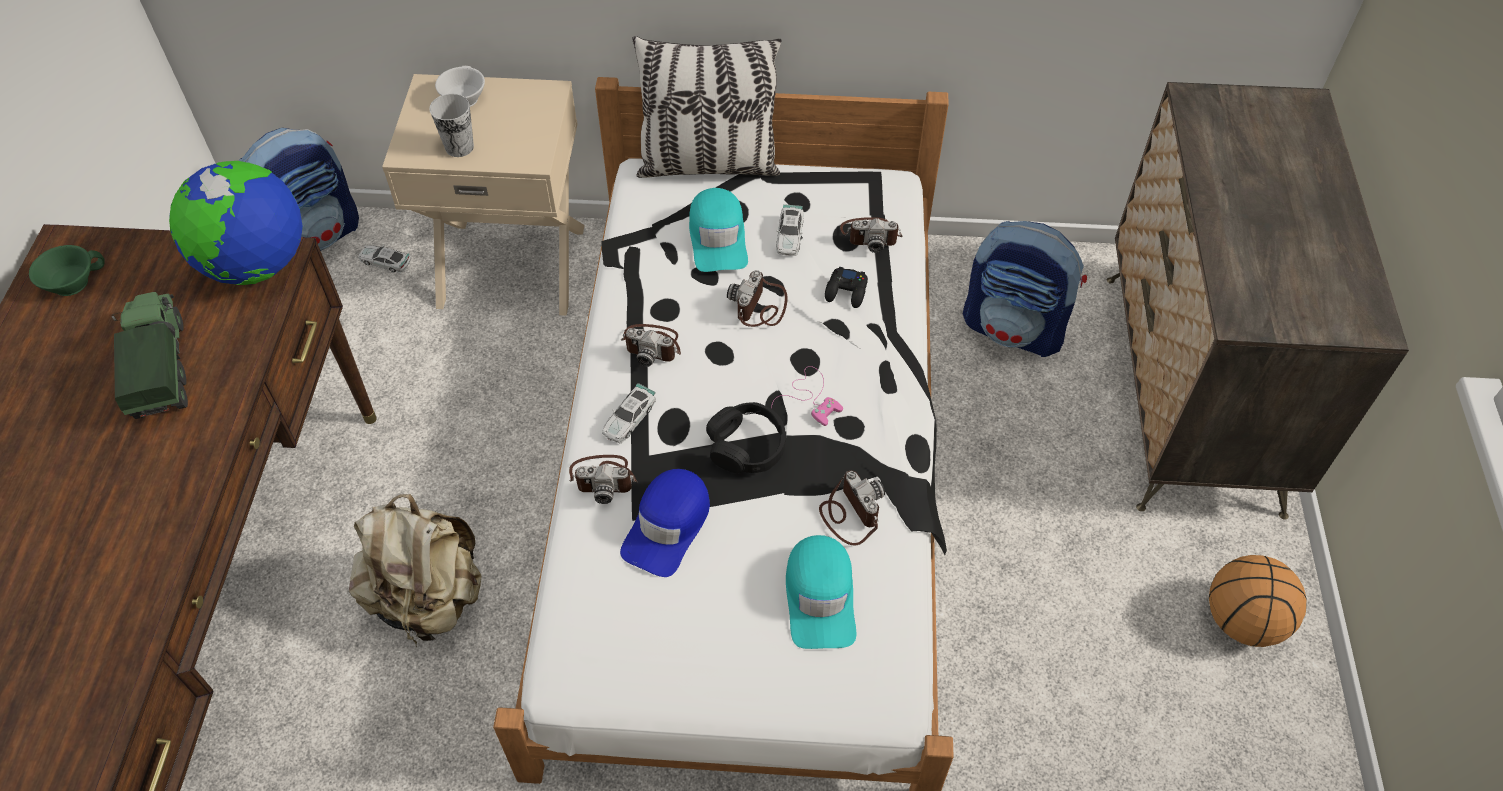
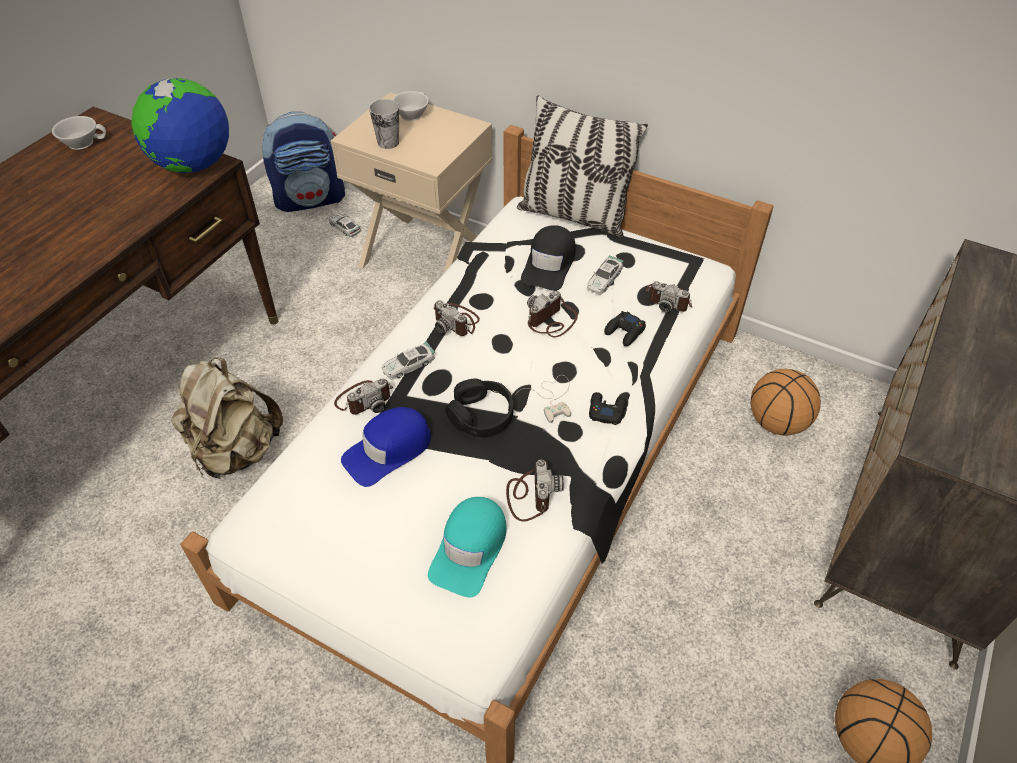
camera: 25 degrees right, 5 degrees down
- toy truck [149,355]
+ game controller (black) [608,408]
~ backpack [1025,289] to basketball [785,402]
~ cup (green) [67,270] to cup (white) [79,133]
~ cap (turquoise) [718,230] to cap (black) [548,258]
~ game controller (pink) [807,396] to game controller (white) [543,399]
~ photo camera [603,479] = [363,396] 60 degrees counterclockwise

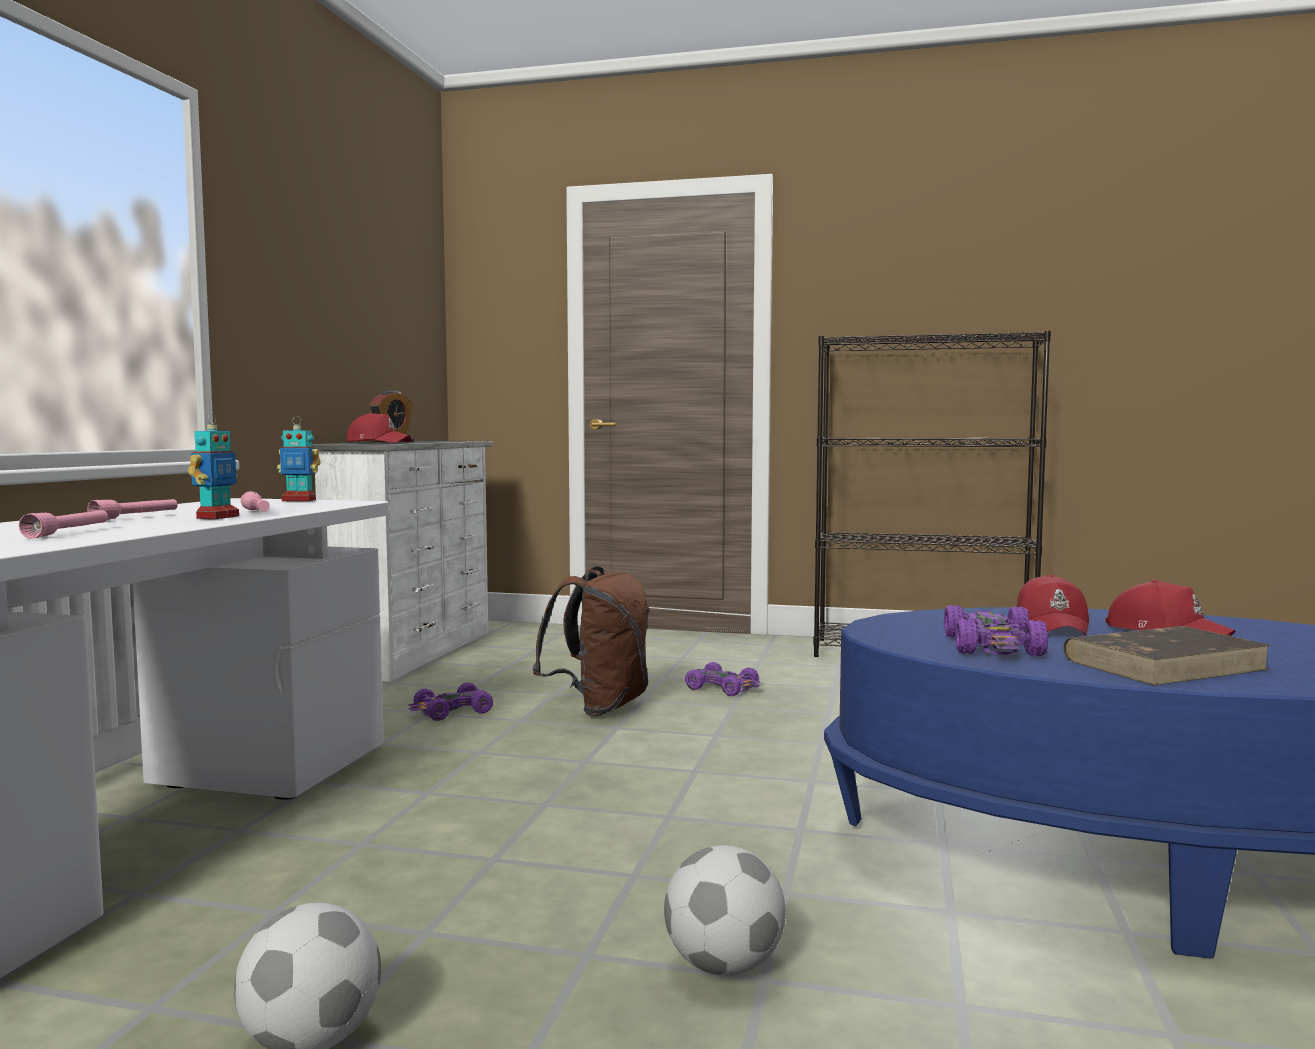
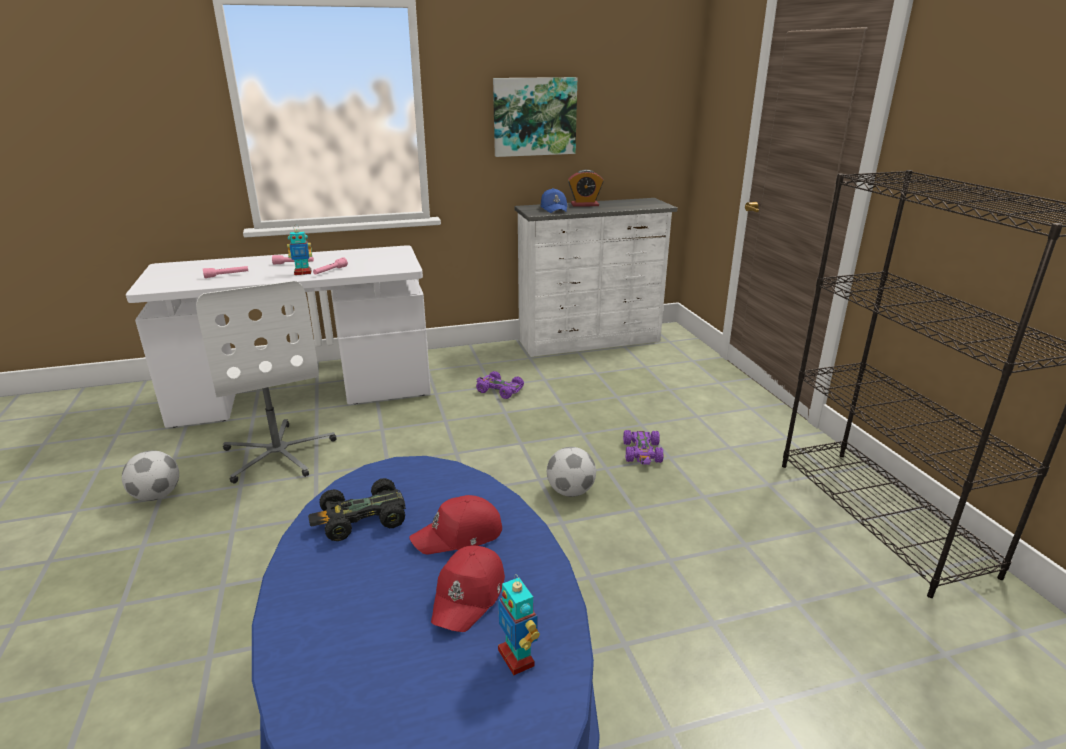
camera: 60 degrees right, 20 degrees up
- backpack (brown) [590,641]
- book (brown) [1167,656]
+ office chair (white) [266,382]
+ picture [535,117]
~ toy robot [299,458] to [519,625]
~ football [725,910] to [571,472]
~ cap (red) [378,428] to cap (blue) [554,200]
~ toy car (purple) [996,630] to toy car (black) [357,509]

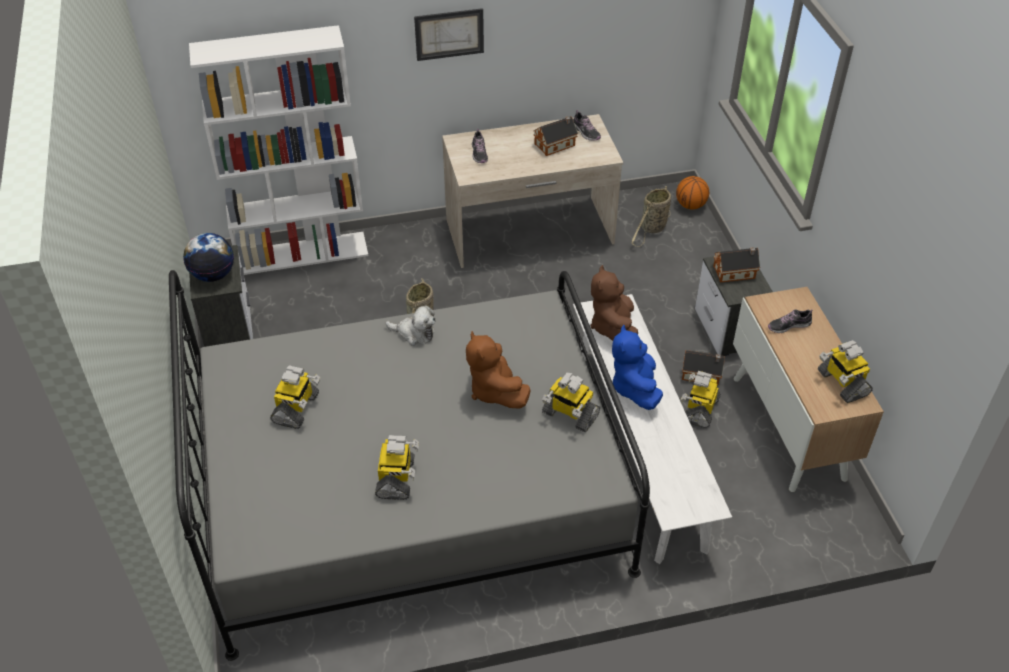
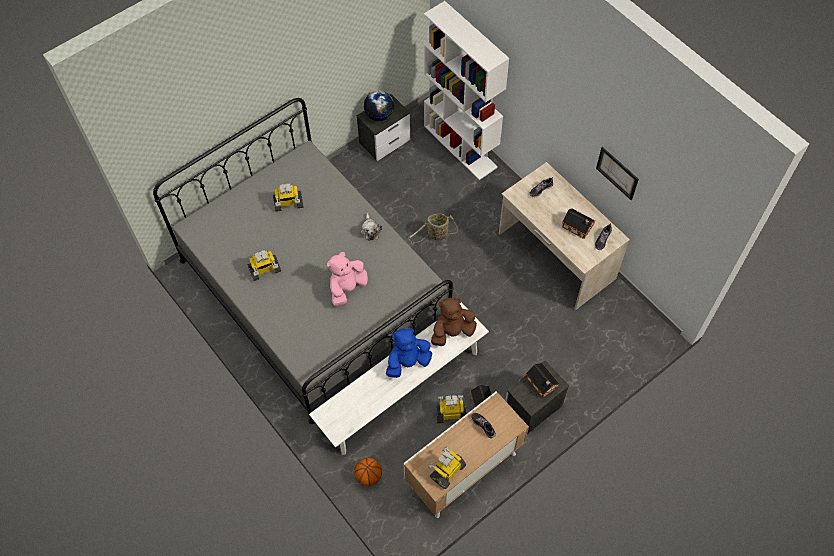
camera: 65 degrees right, 15 degrees up
- toy robot [571,402]
- basket [651,216]
~ picture [449,34] to [617,173]
~ basketball [692,193] to [368,472]
~ plush toy (brown) [498,370] to plush toy (pink) [347,279]

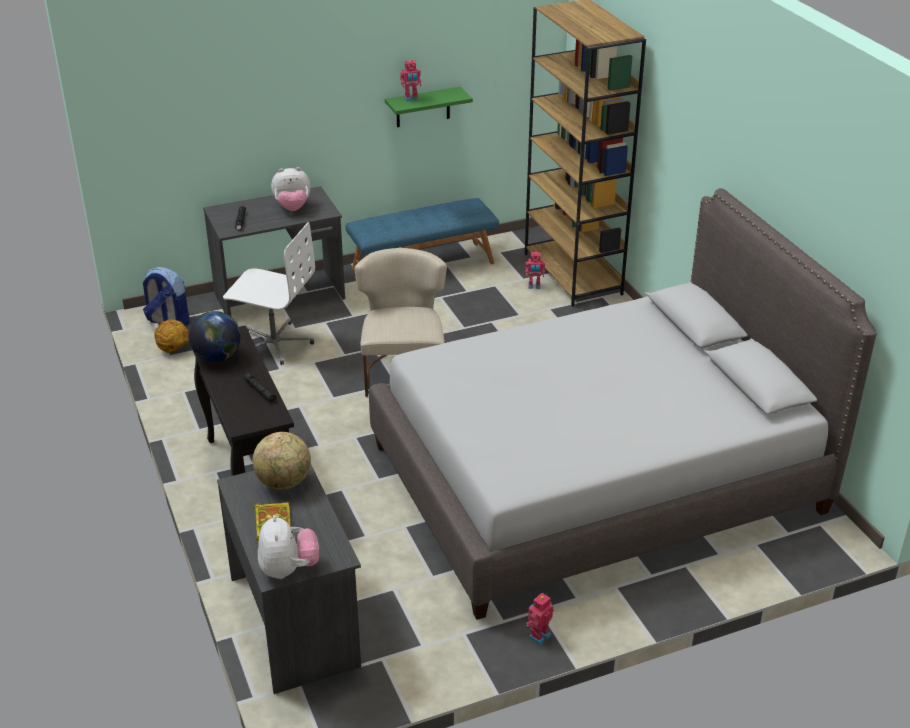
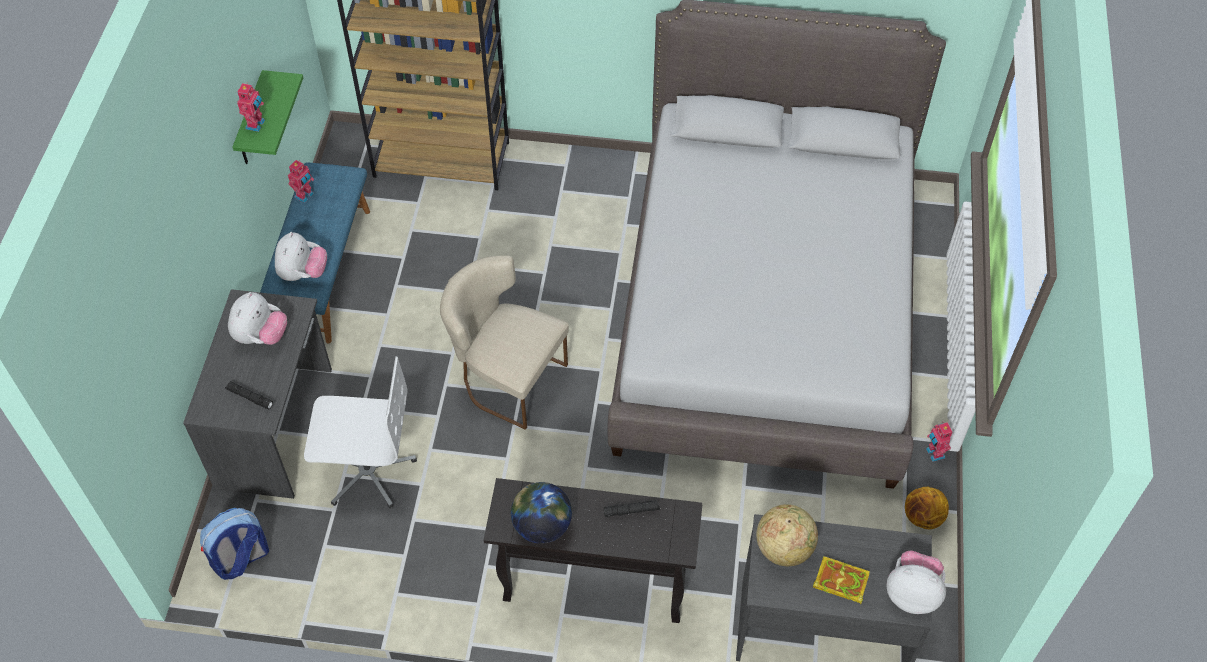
camera: 60 degrees left, 20 degrees up
+ plush toy [301,256]
~ basketball [171,336] to [927,508]
~ toy robot [535,270] to [301,181]
~ office chair (white) [269,293] = [360,432] 45 degrees clockwise

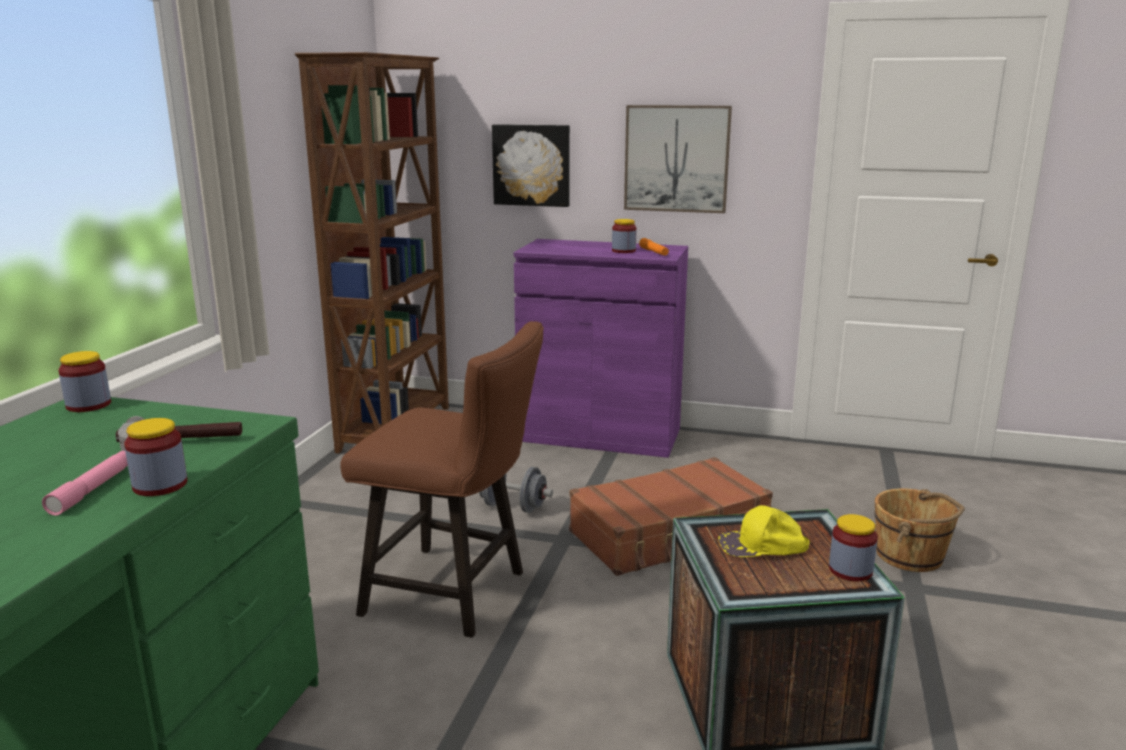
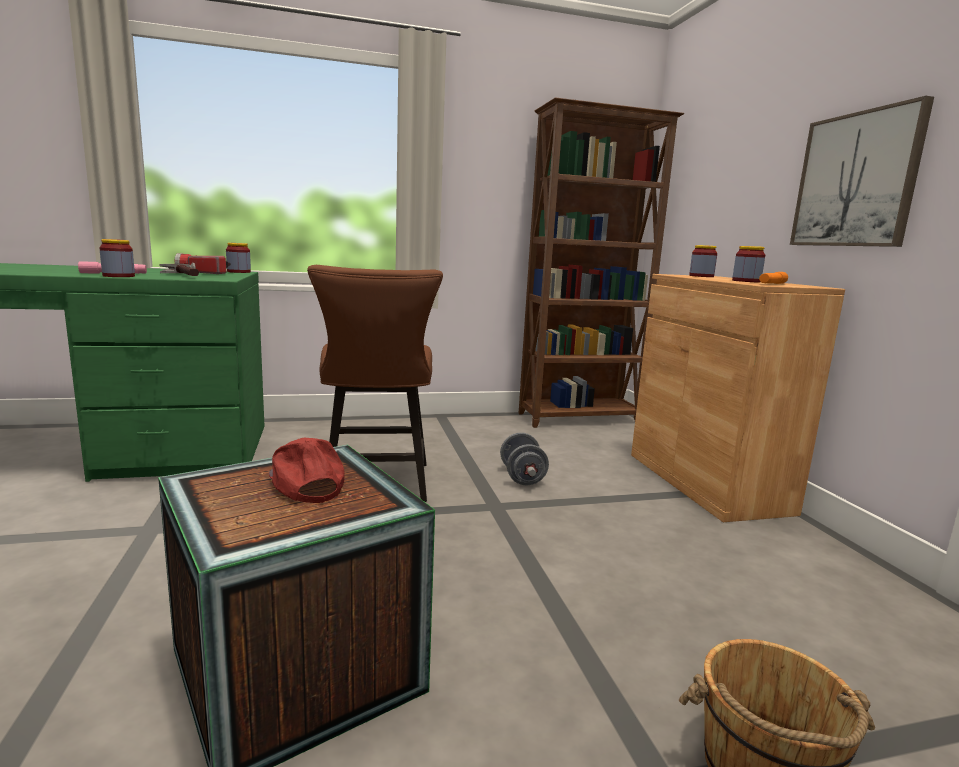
camera: 60 degrees right, 5 degrees down
- picture [531,165]
- suitcase (brown) [671,516]
+ flashlight [203,263]
~ jar [853,547] to [703,261]
~ cabinet (purple) [601,348] to cabinet (brown) [738,398]
~ cap (yellow) [764,531] to cap (red) [307,470]

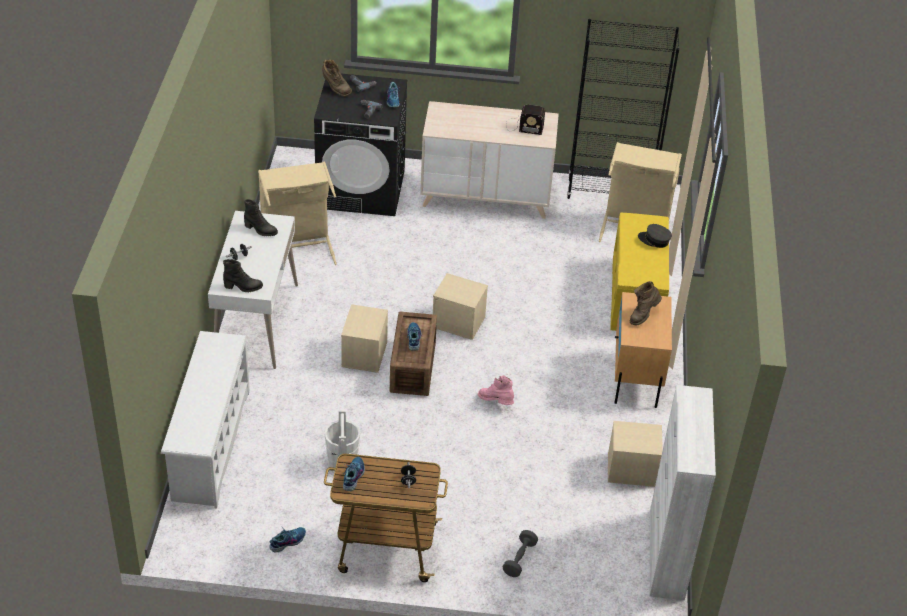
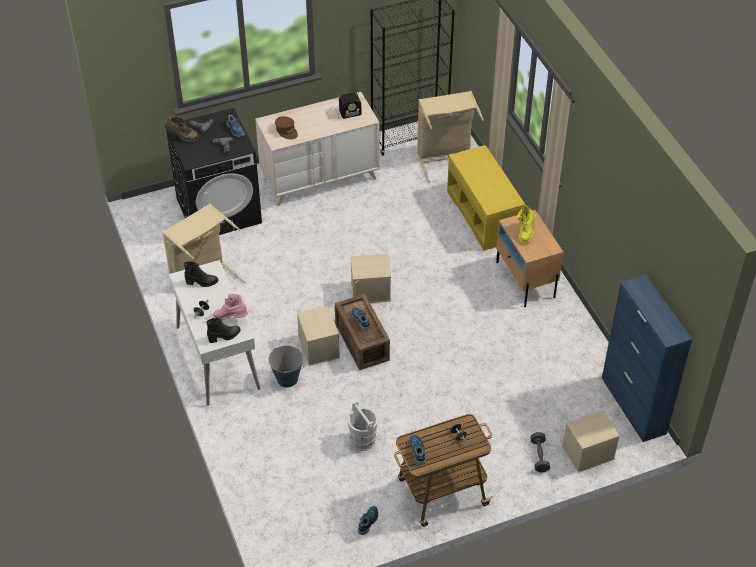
camera: 25 degrees left, 5 degrees up
- shoe rack (white) [205,420]
- cap (grey) [655,236]
+ bucket [286,366]
+ cap (brown) [286,128]
~ boot (pink) [496,390] to [230,307]
~ storage box (beige) [635,454] to [591,441]
~ boot (brown) [646,303] to boot (yellow) [526,224]
~ cabinet (white) [683,492] to cabinet (blue) [647,358]

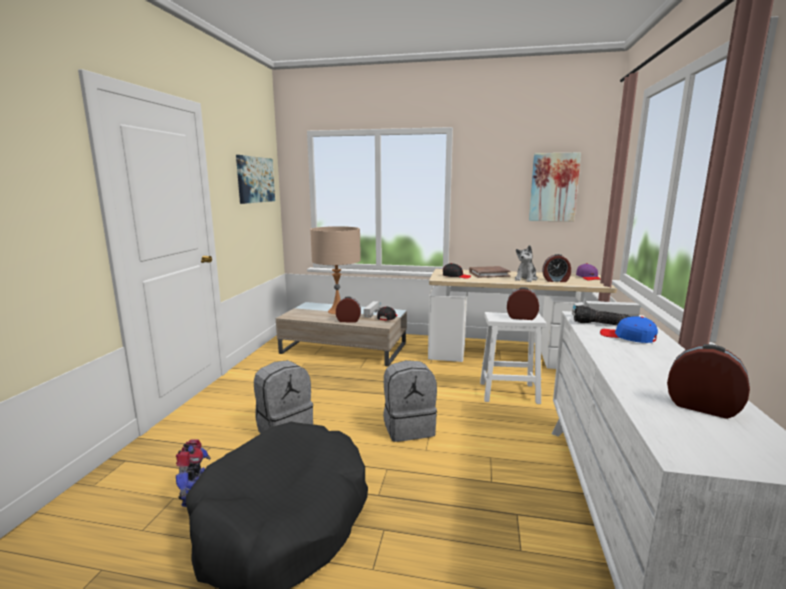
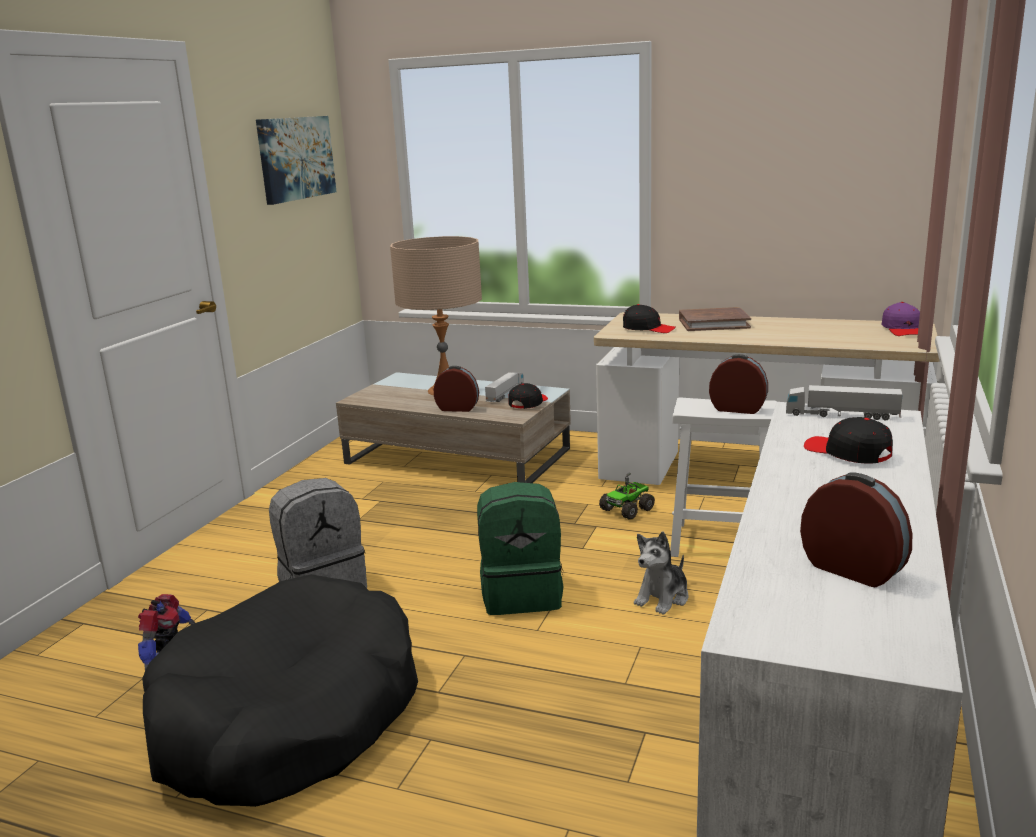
camera: 10 degrees right, 5 degrees up
- picture [555,187]
- alarm clock [556,268]
- flashlight [602,315]
+ toy truck [627,496]
~ plush toy [526,263] to [661,573]
~ backpack (grey) [410,401] to backpack (green) [520,548]
~ cap (blue) [629,329] to cap (black) [848,440]

